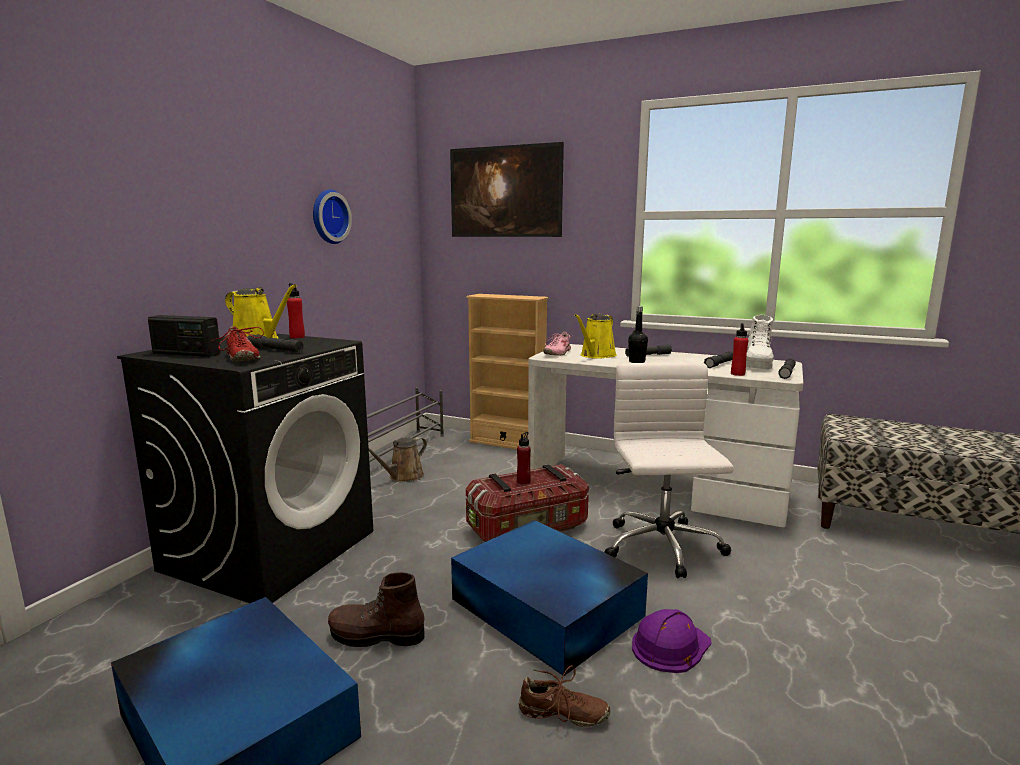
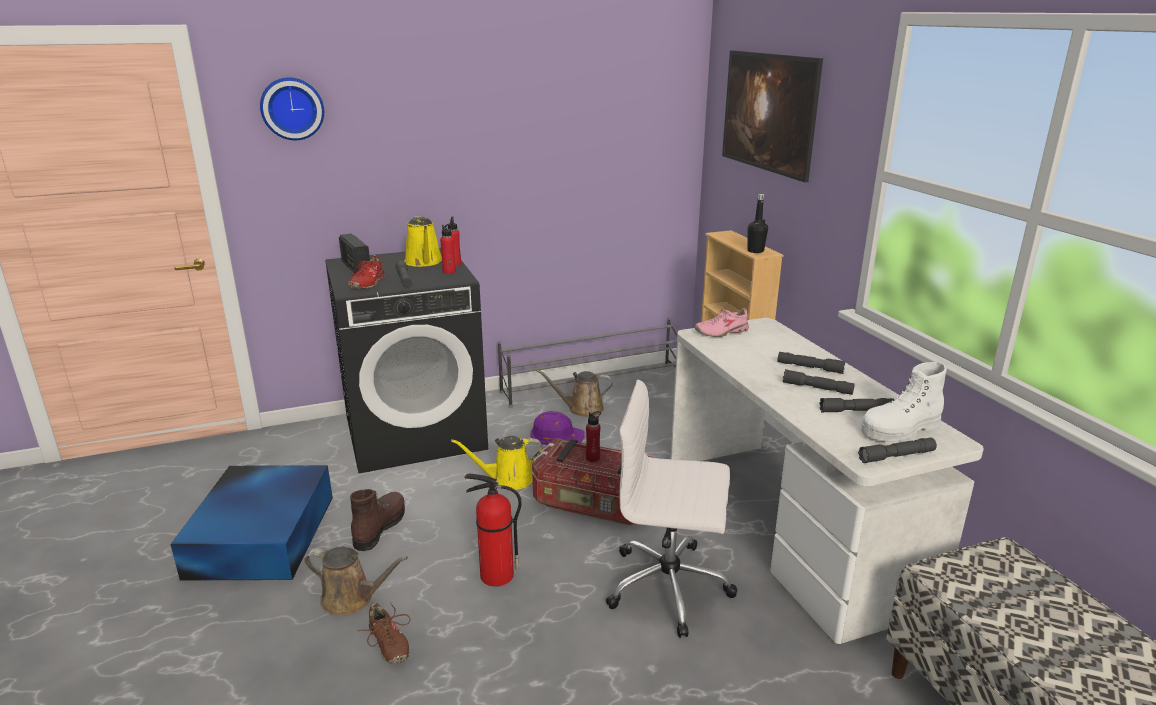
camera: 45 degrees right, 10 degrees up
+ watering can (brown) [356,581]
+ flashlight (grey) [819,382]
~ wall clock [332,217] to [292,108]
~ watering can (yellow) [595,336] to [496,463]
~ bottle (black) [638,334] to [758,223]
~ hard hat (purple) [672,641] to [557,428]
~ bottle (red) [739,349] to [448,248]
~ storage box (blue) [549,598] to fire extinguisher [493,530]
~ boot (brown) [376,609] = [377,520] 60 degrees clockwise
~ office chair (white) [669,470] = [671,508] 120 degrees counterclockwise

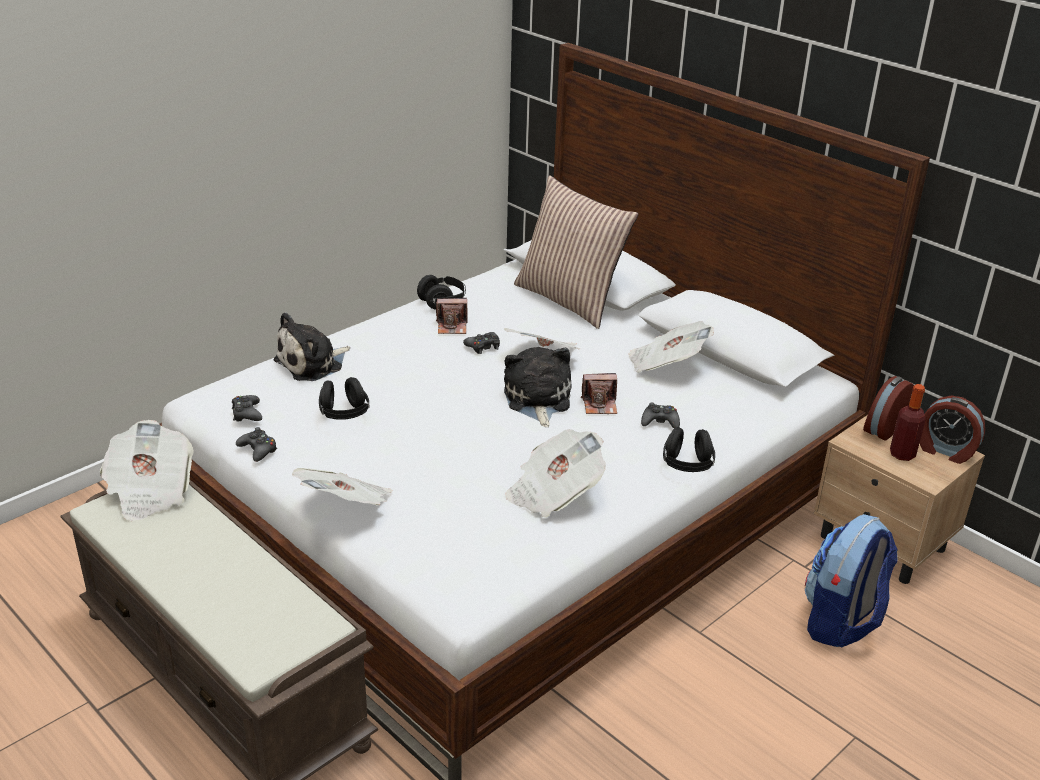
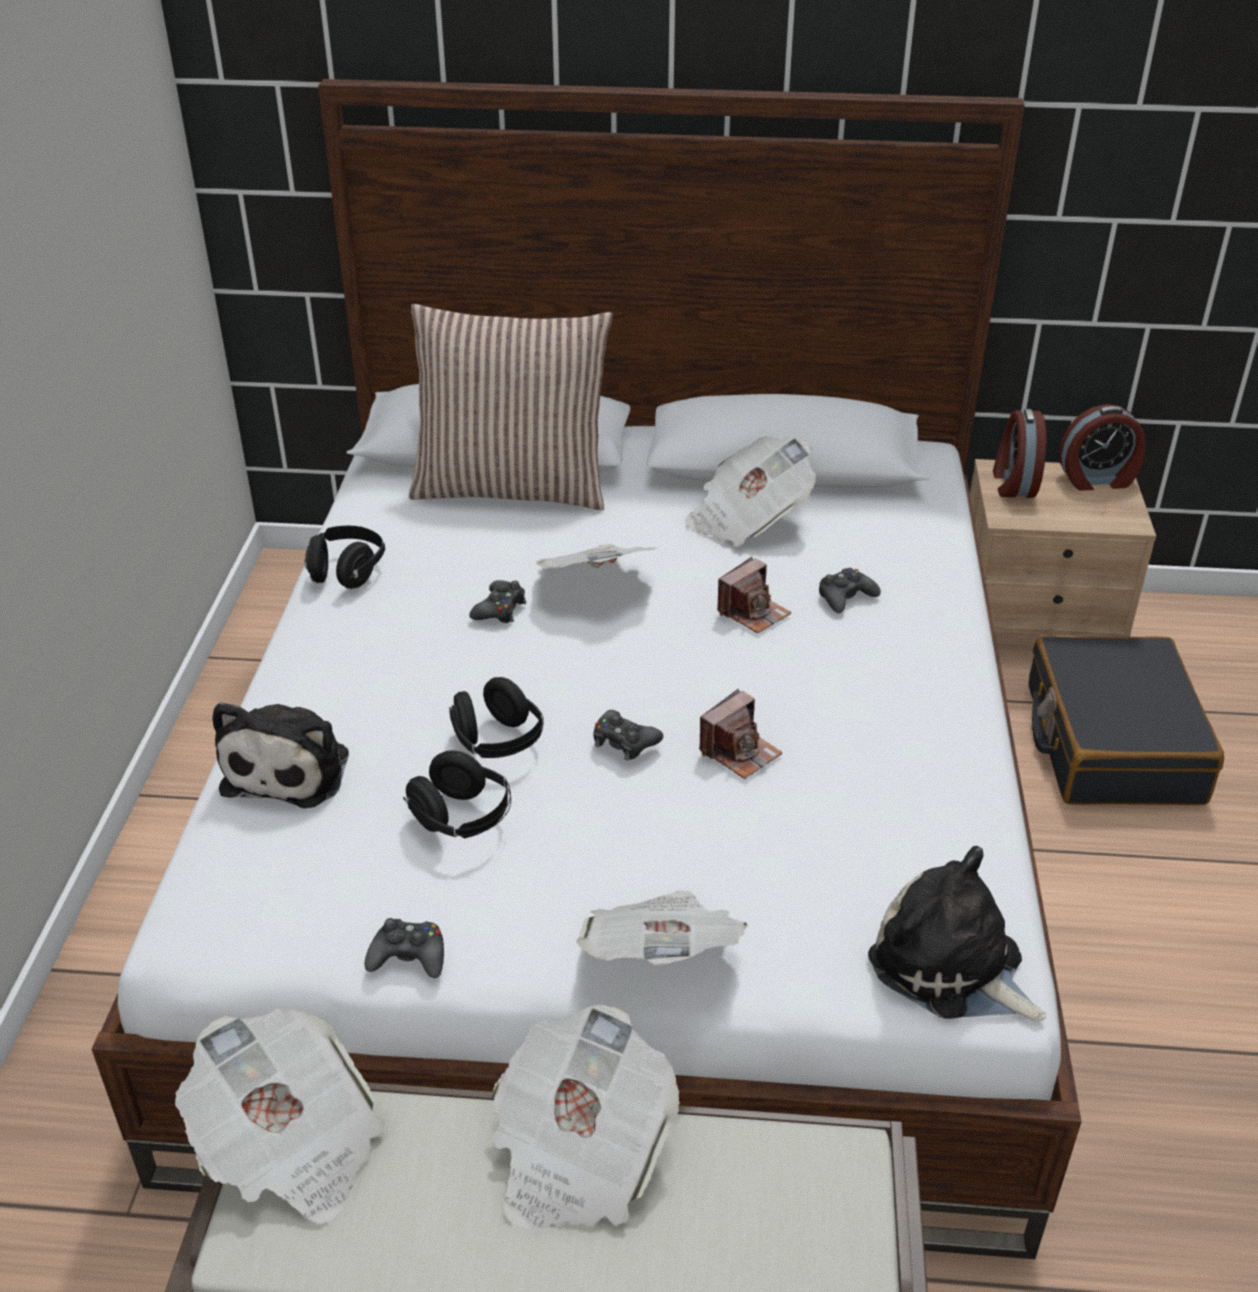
camera: 40 degrees left, 5 degrees up
- bottle [908,422]
~ game controller (black) [247,408] to [628,735]
~ photo camera [452,316] to [741,734]
~ plush toy [537,387] to [957,933]
~ newspaper [555,473] to [586,1117]
~ headphones (black) [689,449] to [496,717]
~ backpack [851,581] to suitcase (black) [1126,720]

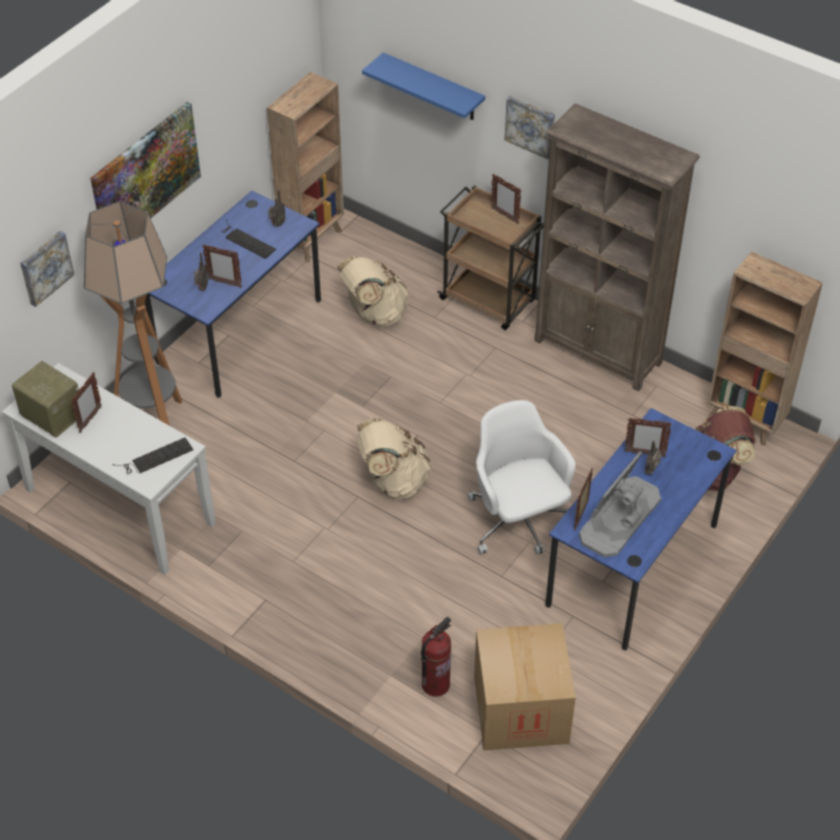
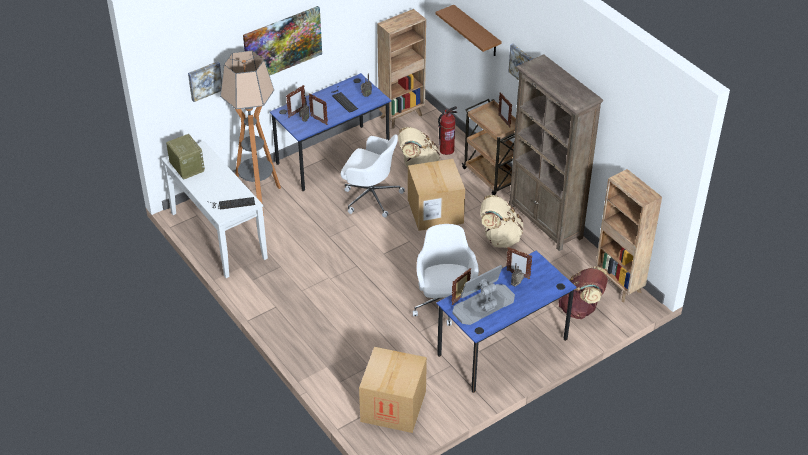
camera: 20 degrees right, 5 degrees down
+ office chair (white) [373,175]
+ cardboard box [436,195]
~ picture frame [86,402] to [295,101]
~ backpack (beige) [394,458] to [501,221]
~ fire extinguisher [436,657] to [447,130]
~ shelf (blue) [423,86] to shelf (brown) [469,30]

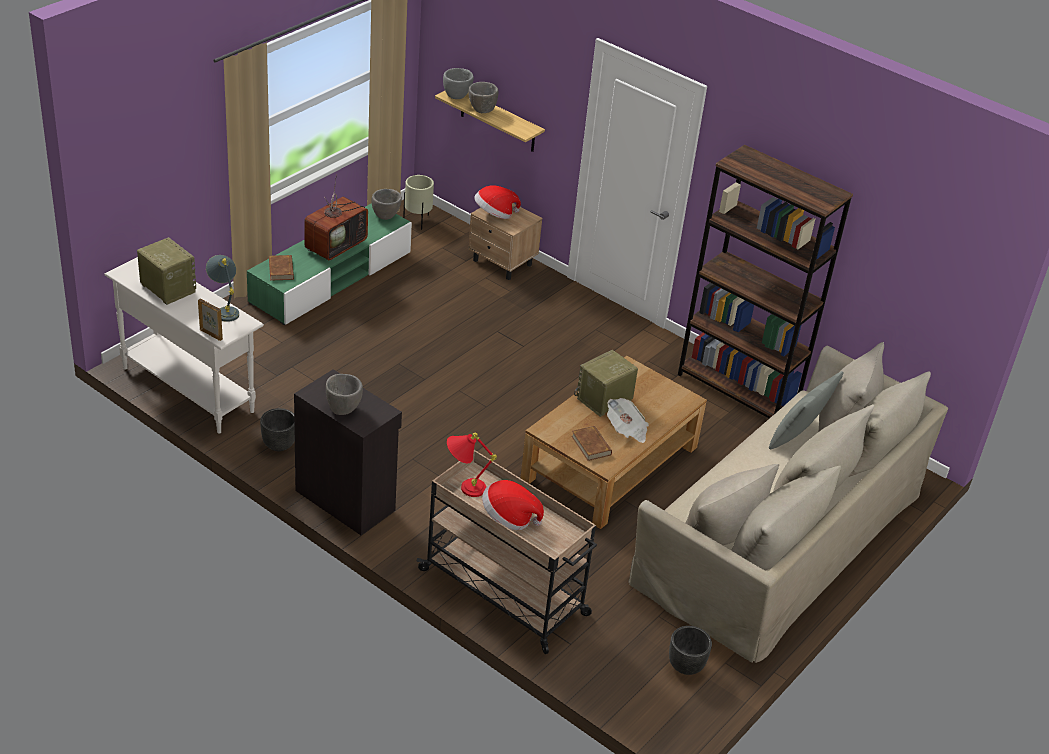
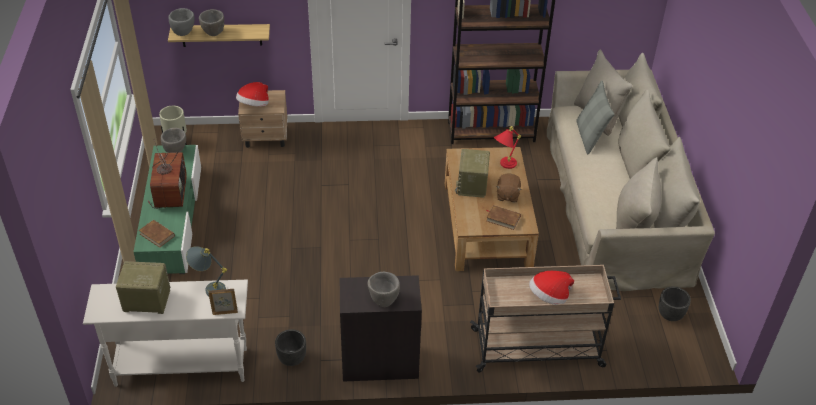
camera: 40 degrees left, 5 degrees up
~ table lamp (red) [472,465] to [507,147]
~ newspaper [628,420] to plush toy (brown) [509,188]

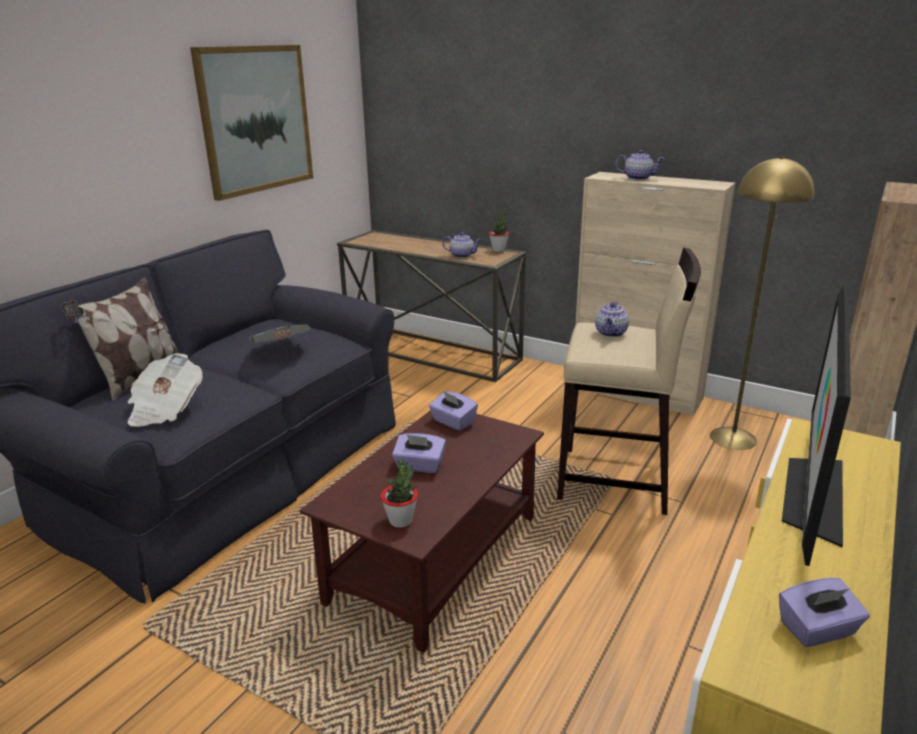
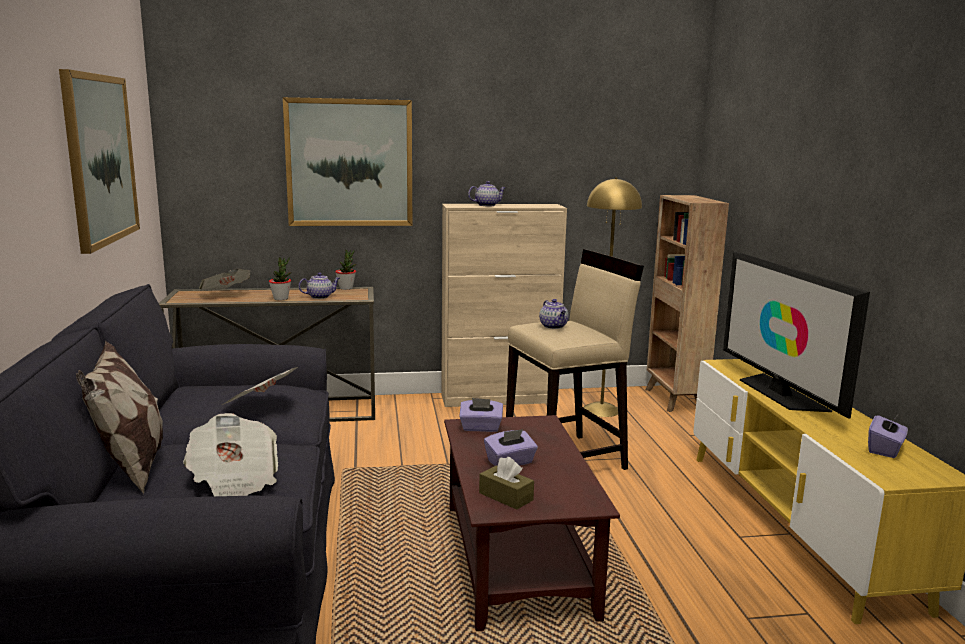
camera: 40 degrees left, 10 degrees down
+ newspaper [224,280]
+ picture [347,161]
+ tissue box (brown) [506,483]
~ potted plant [399,493] to [280,279]

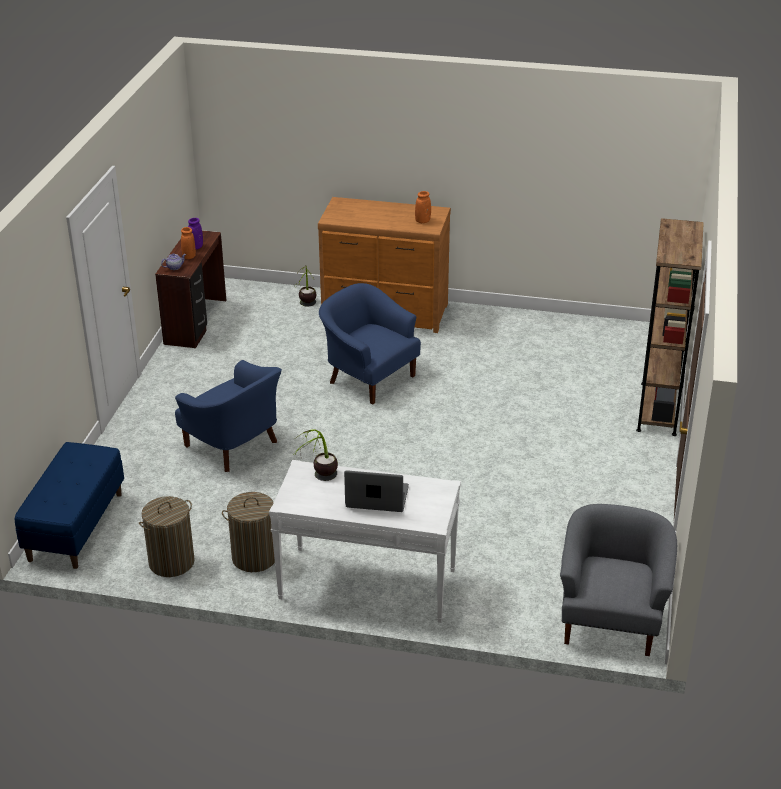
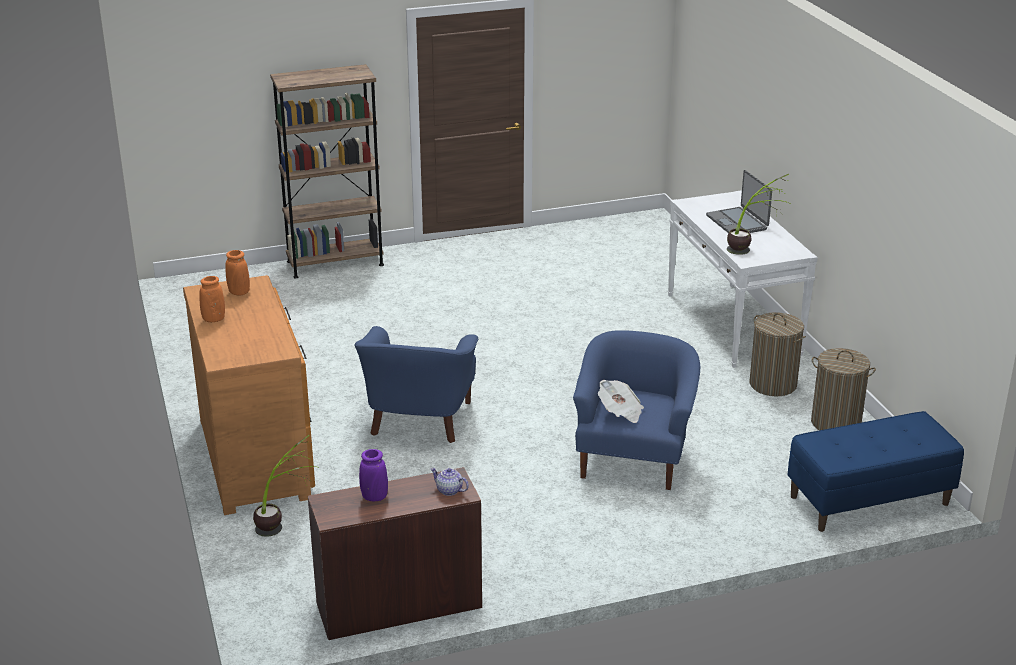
camera: 120 degrees left, 5 degrees down
- armchair (grey) [618,580]
+ newspaper [621,401]
~ vase (orange) [188,243] to [212,299]

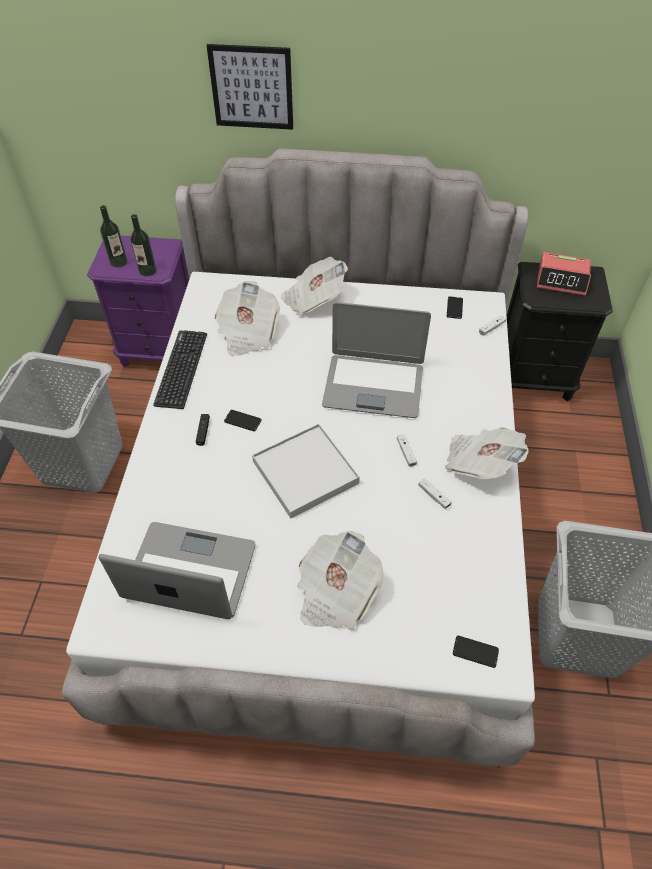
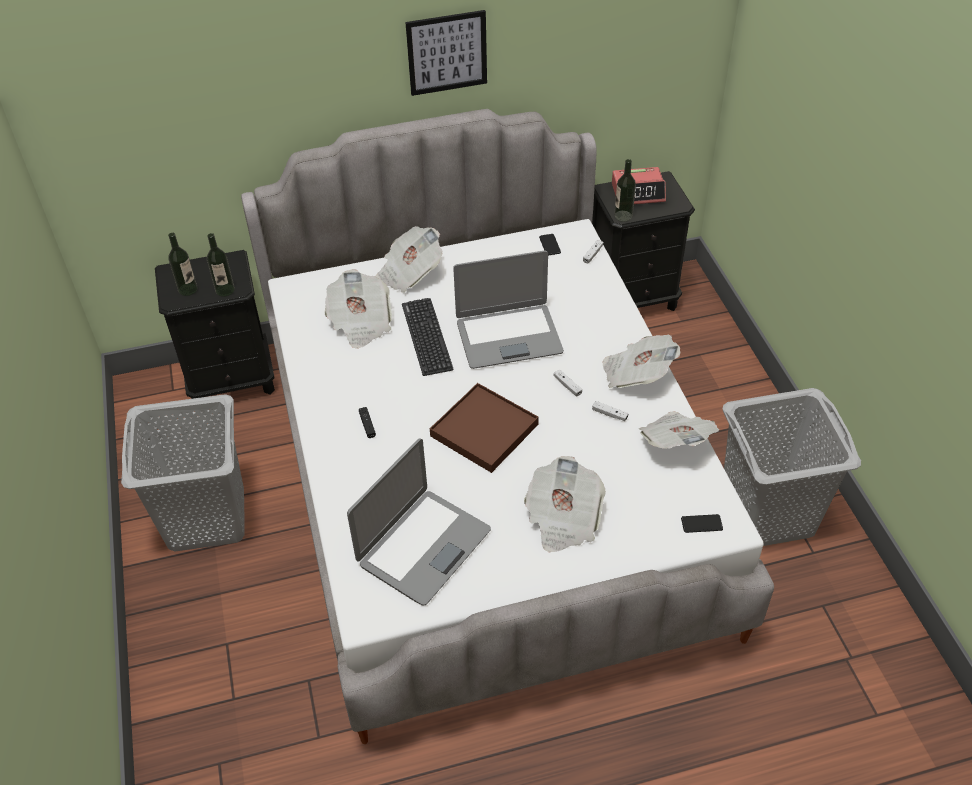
camera: 20 degrees left, 5 degrees down
- phone [243,420]
+ bottle [625,190]
+ newspaper [679,430]
~ keyboard [180,369] to [428,337]
~ picture [250,87] to [446,53]
~ nightstand (purple) [138,301] to nightstand (black) [215,324]
~ tray (white) [306,470] to tray (brown) [484,428]
~ laptop [177,570] = [419,522] 135 degrees clockwise

